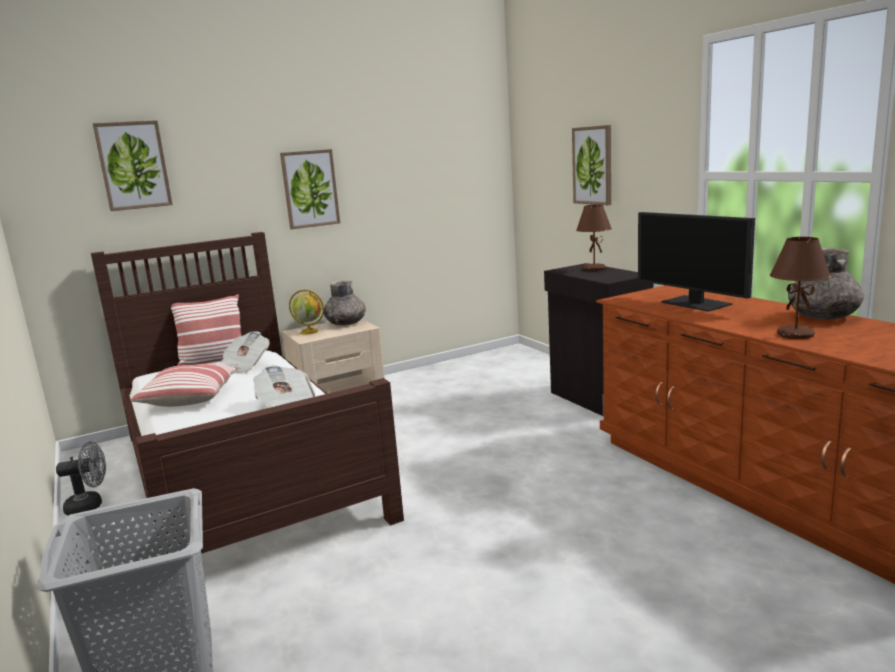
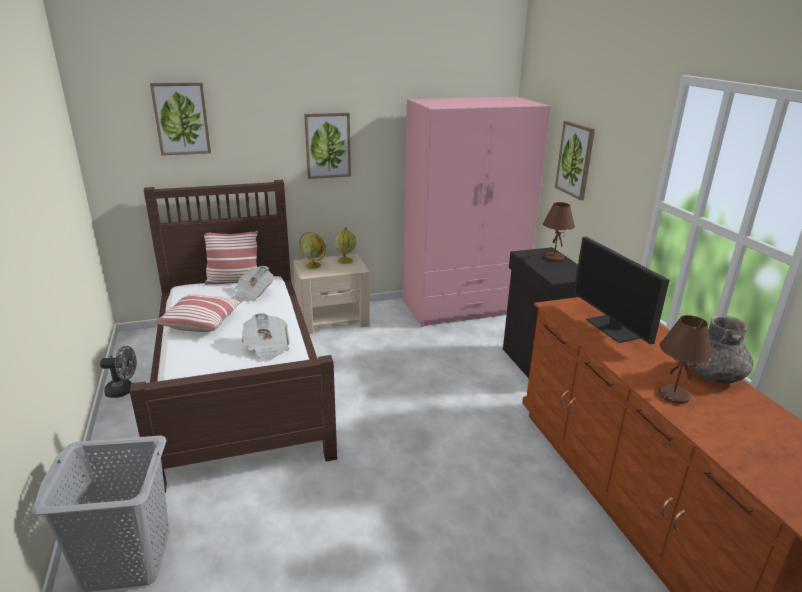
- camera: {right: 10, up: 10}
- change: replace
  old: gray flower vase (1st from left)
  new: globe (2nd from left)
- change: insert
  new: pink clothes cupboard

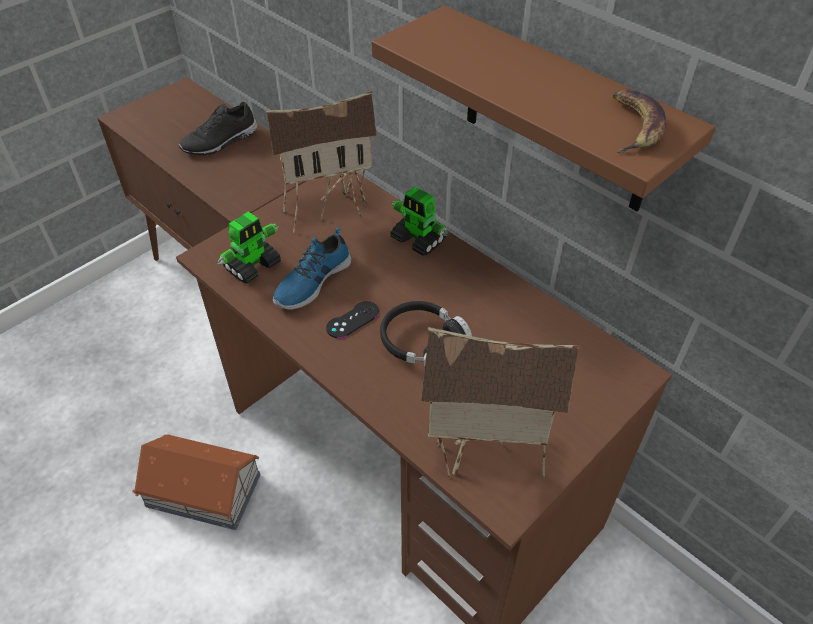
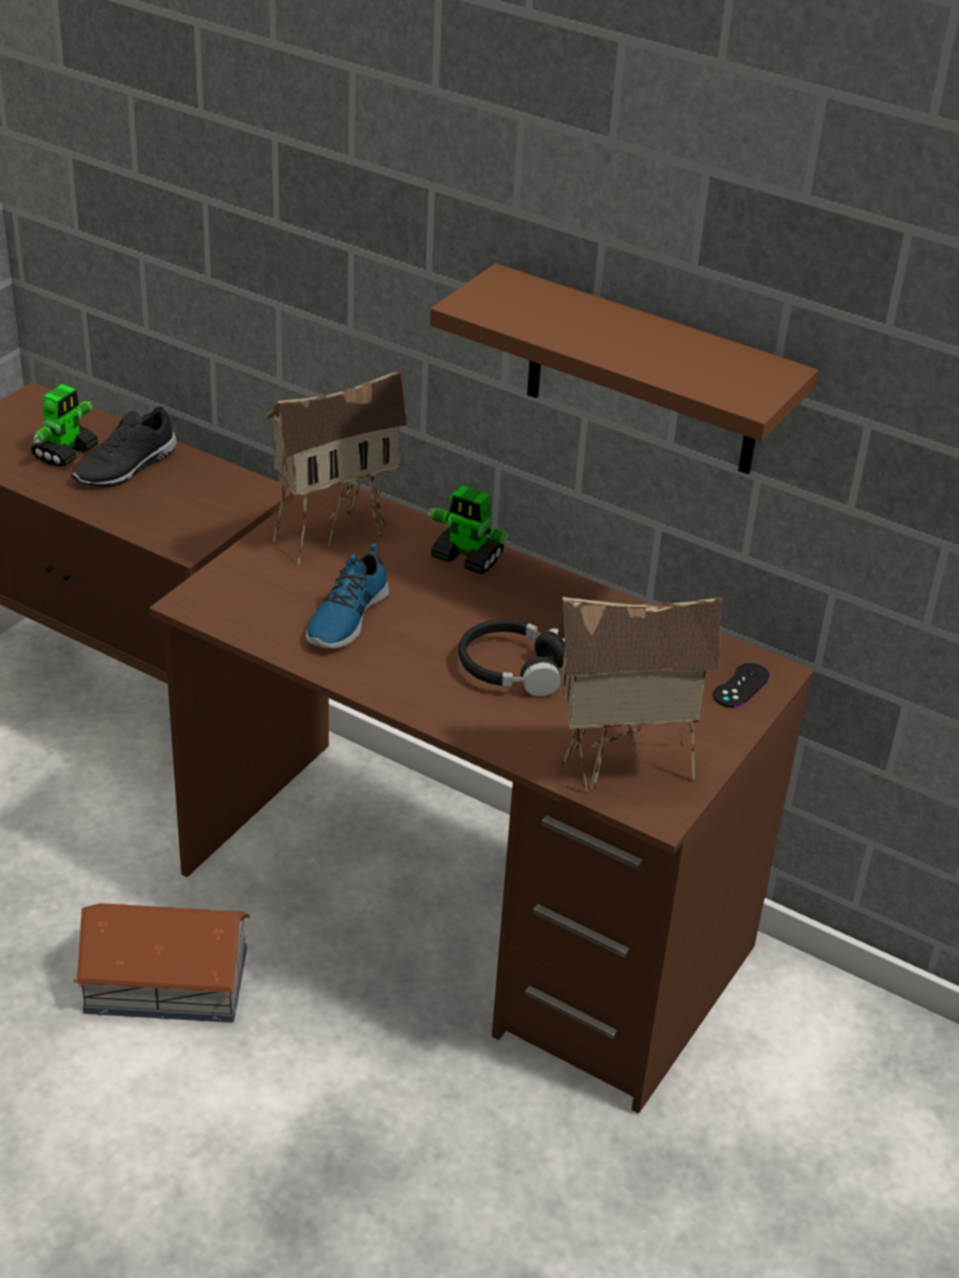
- camera: {right: -15, up: -10}
- change: delete
  old: banana
- change: move
  old: toy robot (1st from left)
- change: move
  old: black-coloured game controller

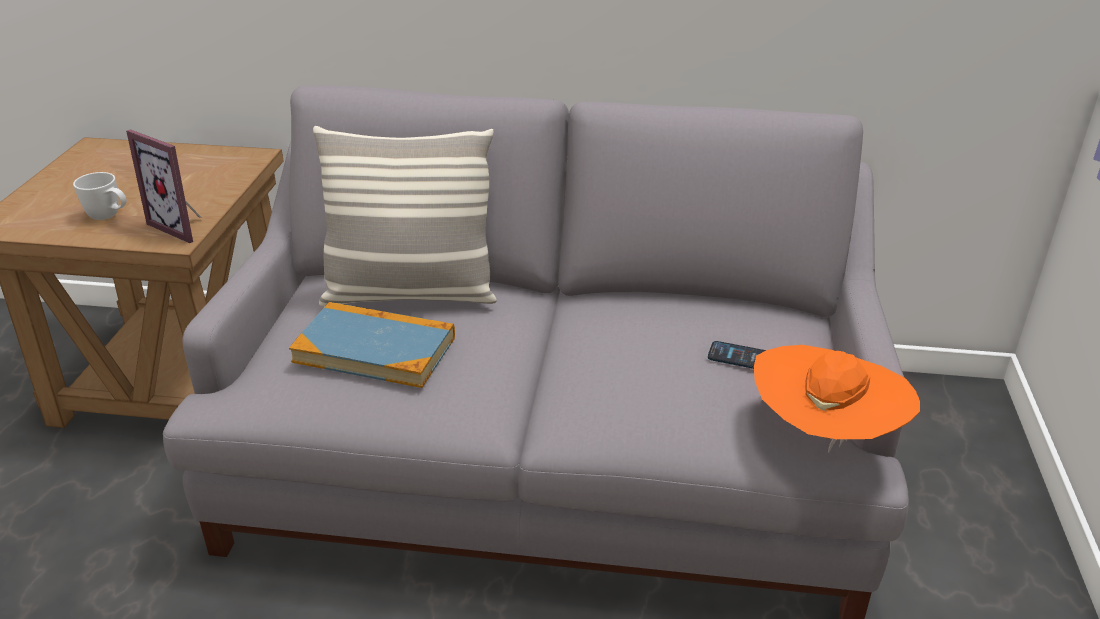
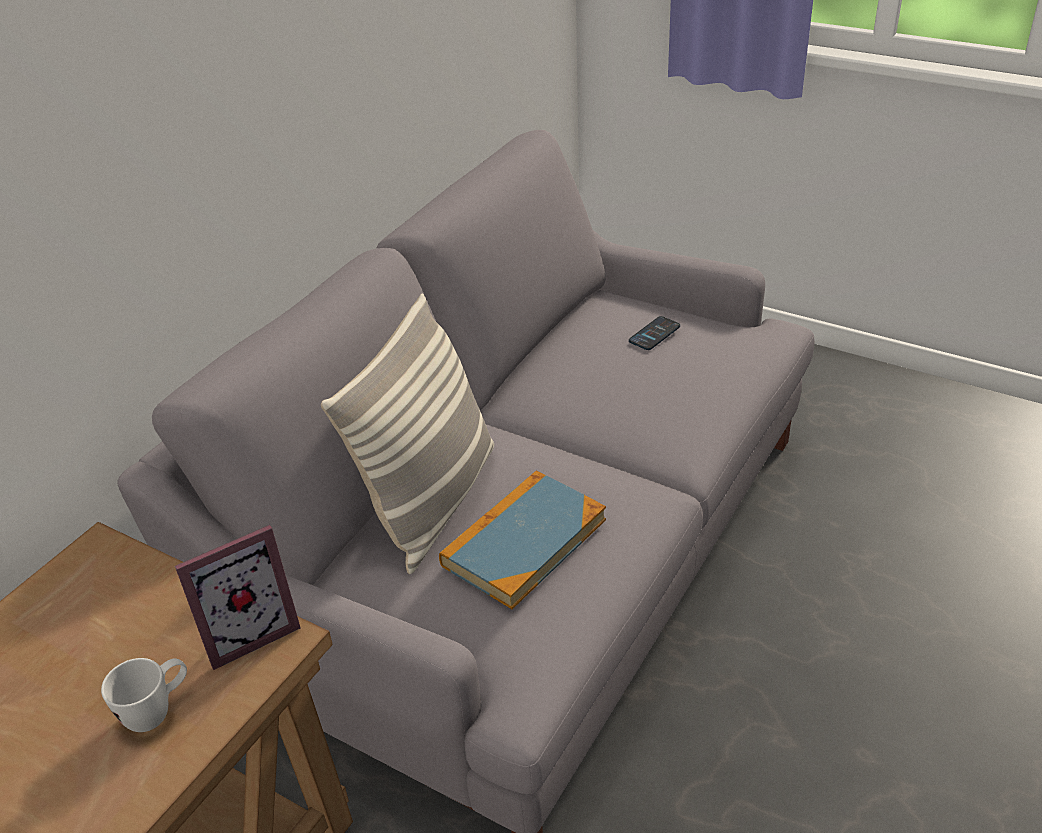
- camera: {right: -65, up: 5}
- change: delete
  old: orangey clothing hat

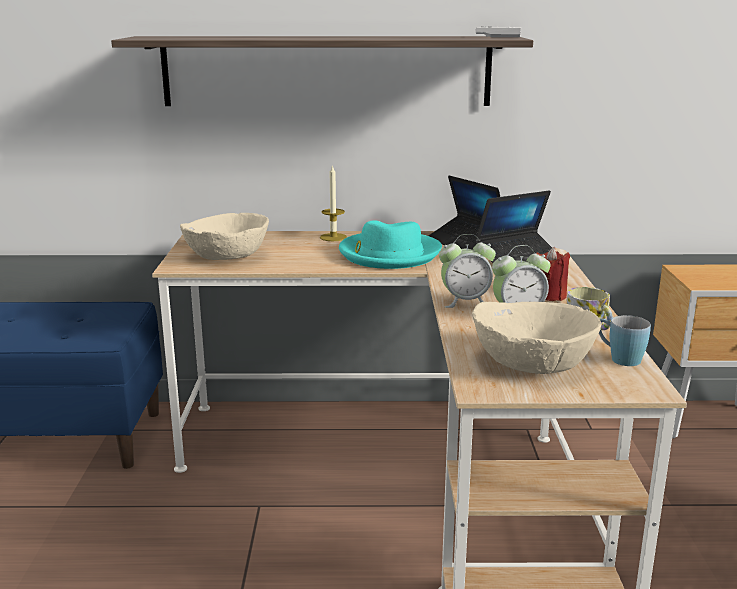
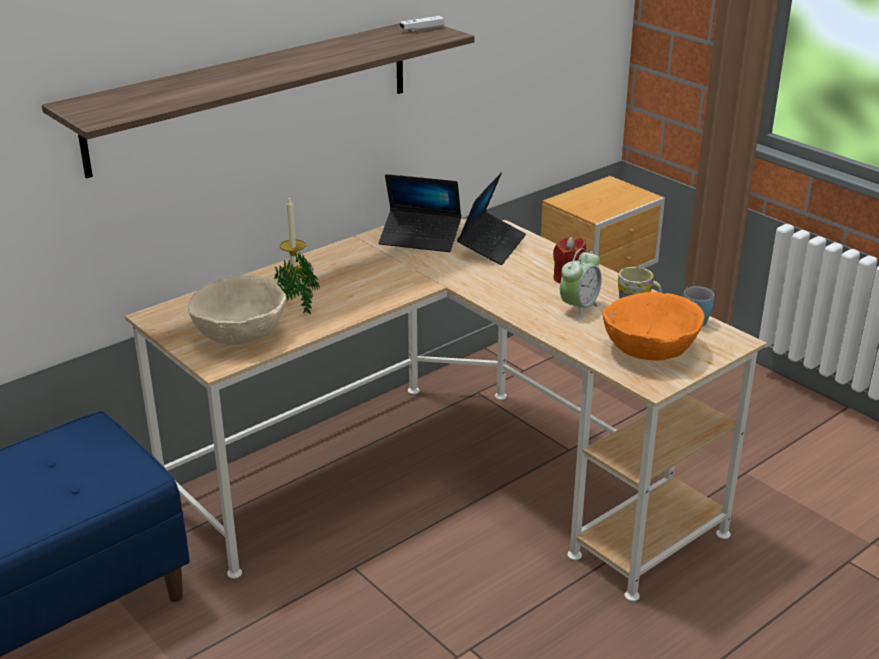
- camera: {right: -40, up: 10}
- change: delete
  old: turquoise-coloured clothing hat
- change: delete
  old: table clock (1st from left)
- change: recolor
  old: beige-coloured serving bowl (2nd from left)
  new: orangey serving bowl
- change: insert
  new: potted plant

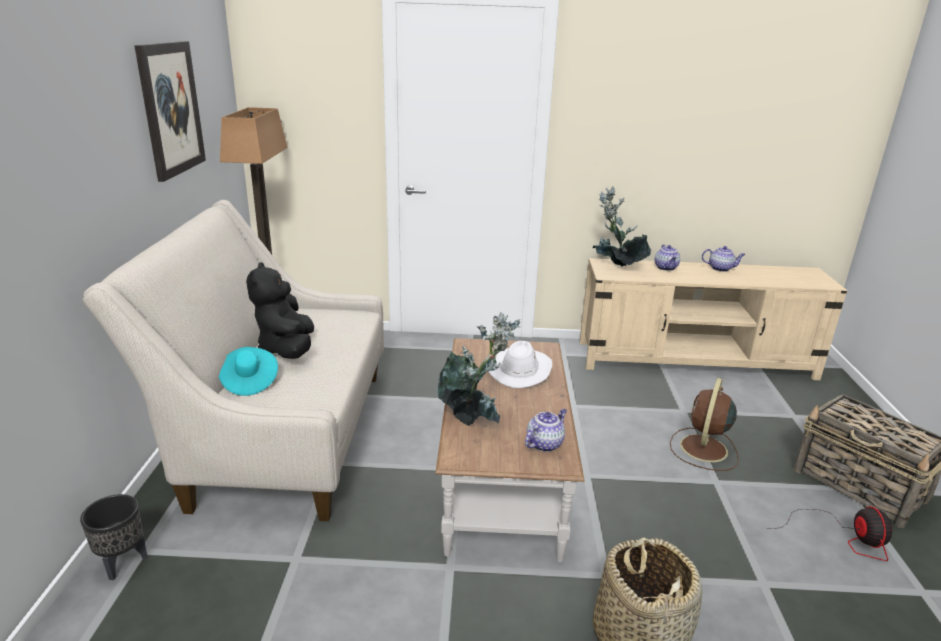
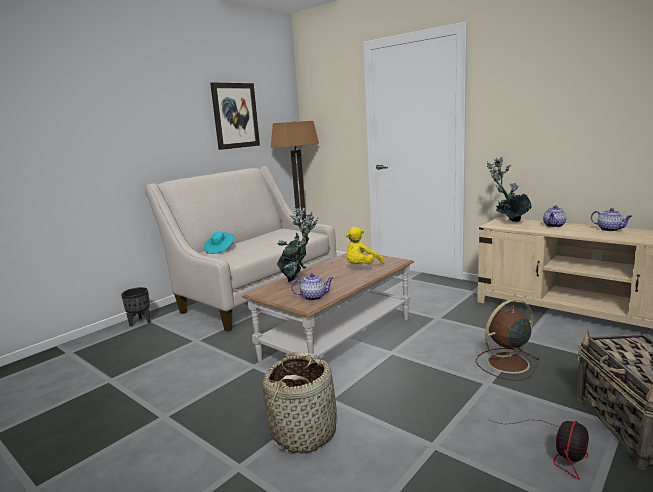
- camera: {right: 40, up: -10}
- change: delete
  old: black-coloured plush toy
- change: replace
  old: whitish clothing hat
  new: yellow-coloured plush toy

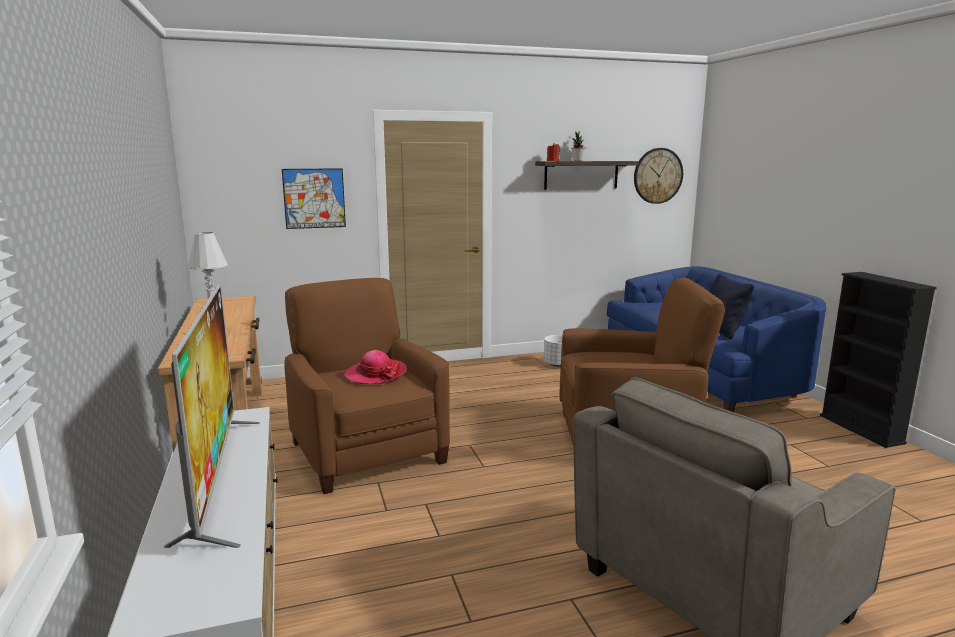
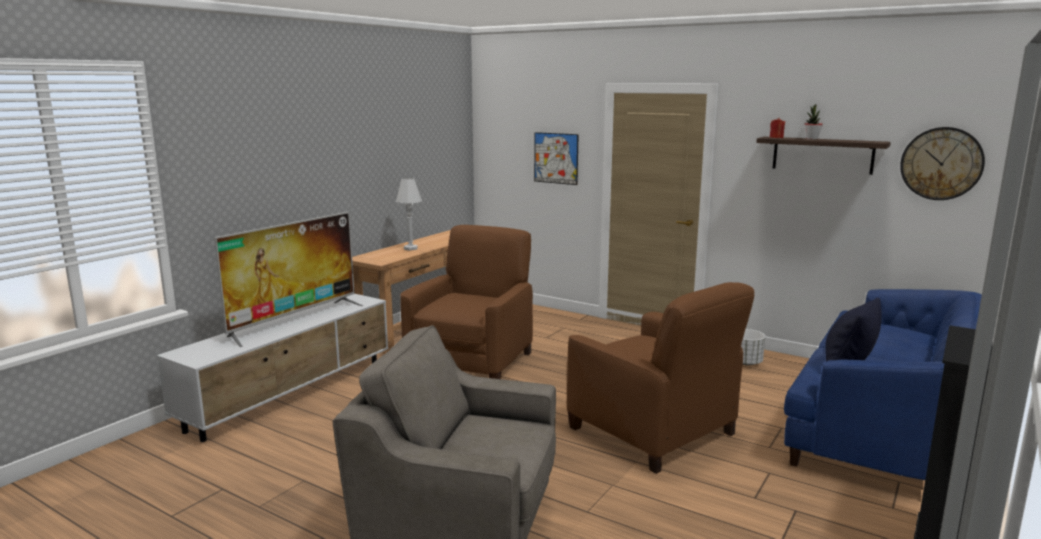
- camera: {right: 50, up: 0}
- change: delete
  old: clothing hat

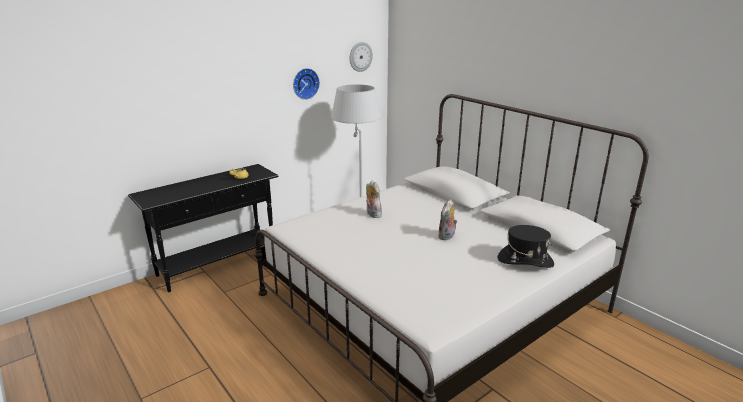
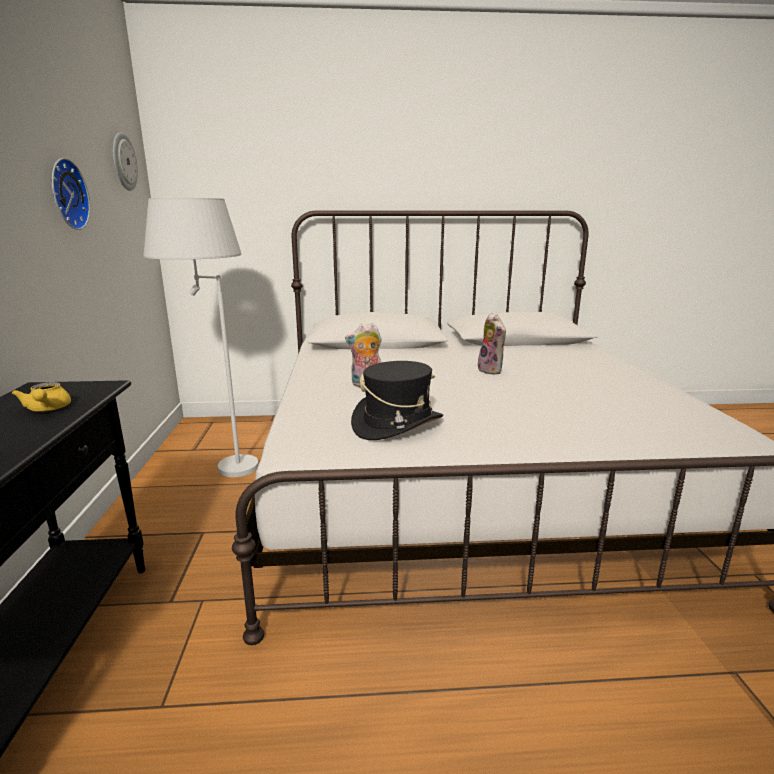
- camera: {right: -55, up: -5}
- change: move
  old: black-coloured clothing hat

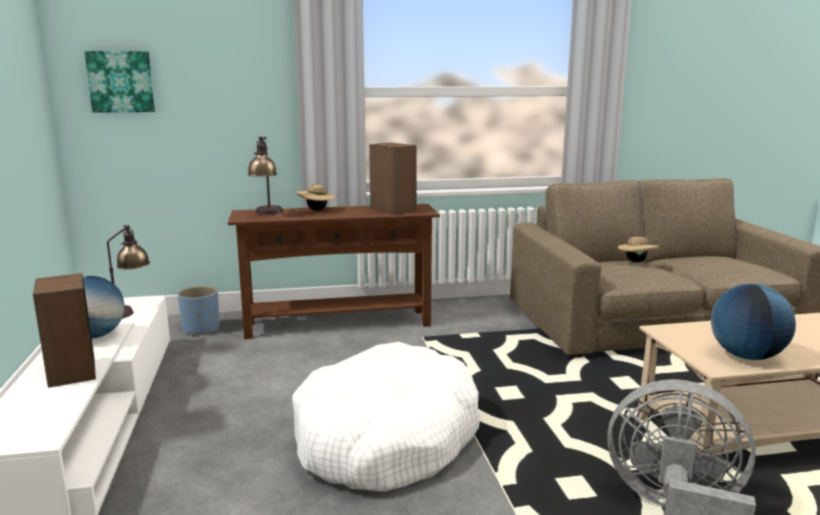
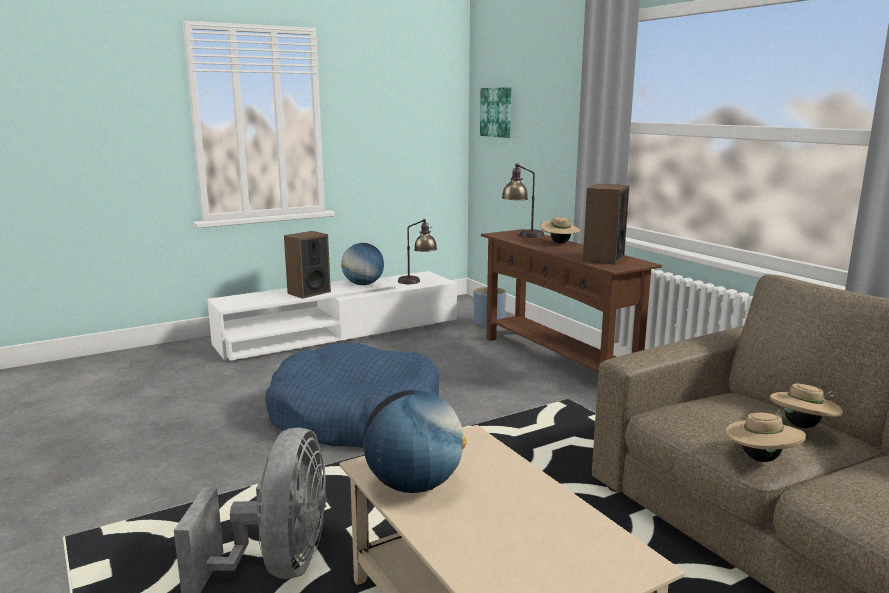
- camera: {right: 70, up: 0}
- change: recolor
  old: whitish dog bed
  new: blue-coloured dog bed
- change: insert
  new: beige-coloured clothing hat (2nd from left)

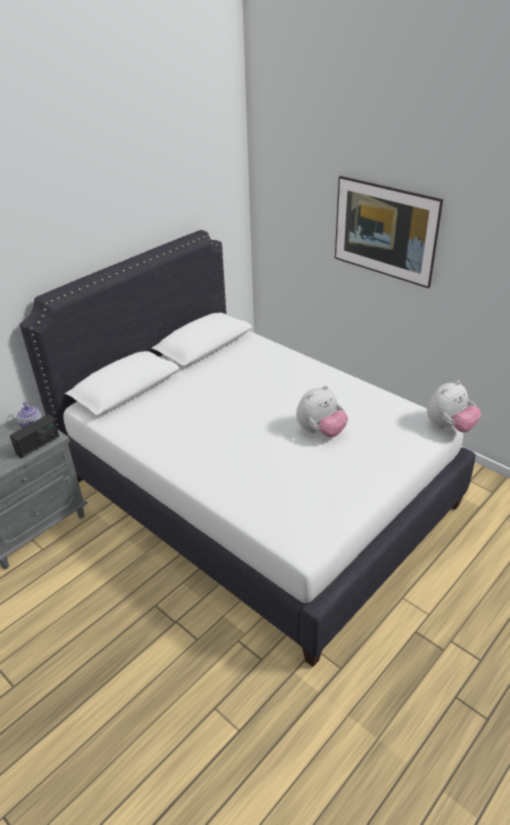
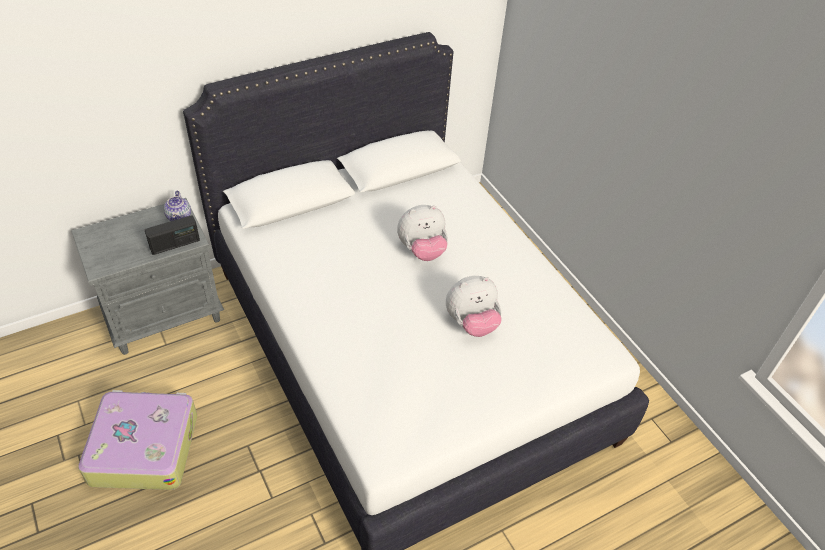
- camera: {right: 15, up: 10}
- change: delete
  old: picture
- change: move
  old: plush toy (2nd from left in the first image)
  new: plush toy (1st from left)
- change: insert
  new: suitcase

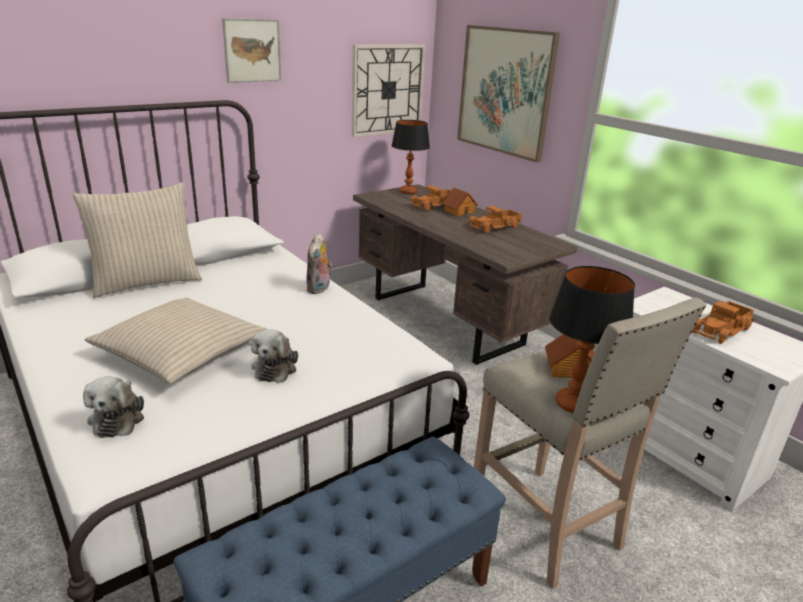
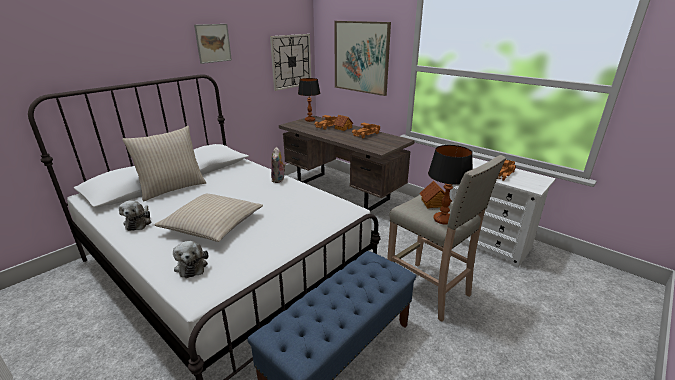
- camera: {right: -10, up: 0}
- change: move
  old: plush toy (2nd from left in the first image)
  new: plush toy (1st from left)

